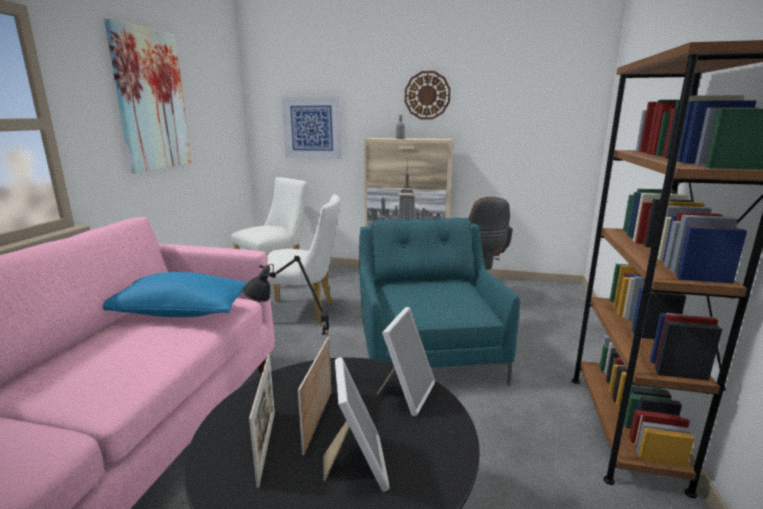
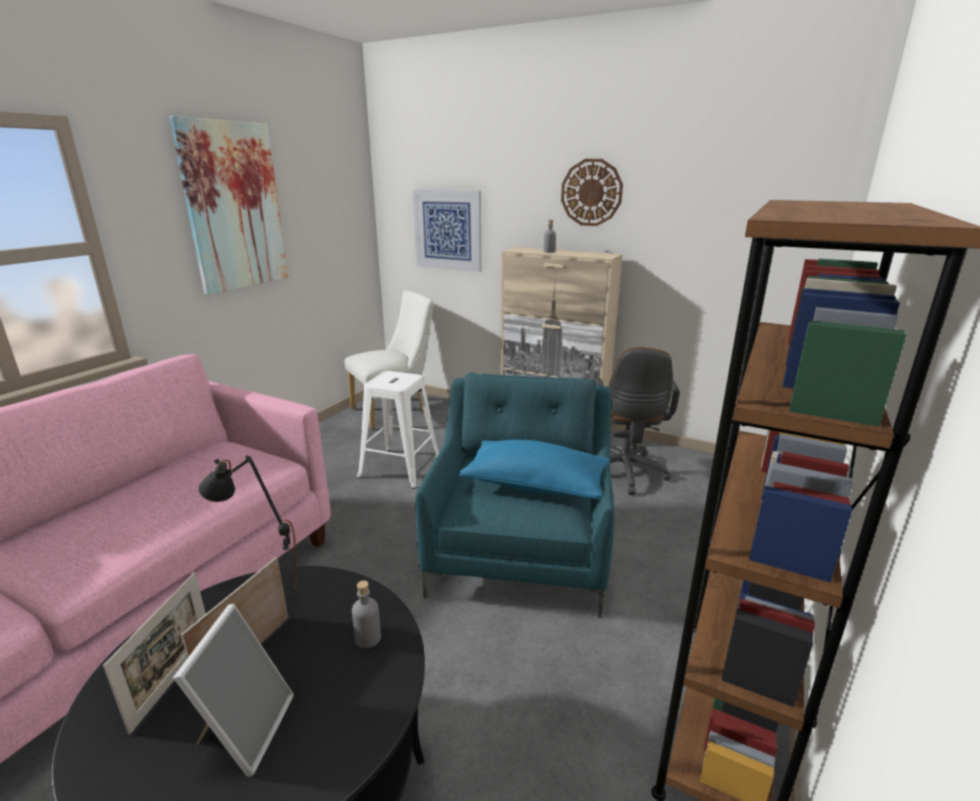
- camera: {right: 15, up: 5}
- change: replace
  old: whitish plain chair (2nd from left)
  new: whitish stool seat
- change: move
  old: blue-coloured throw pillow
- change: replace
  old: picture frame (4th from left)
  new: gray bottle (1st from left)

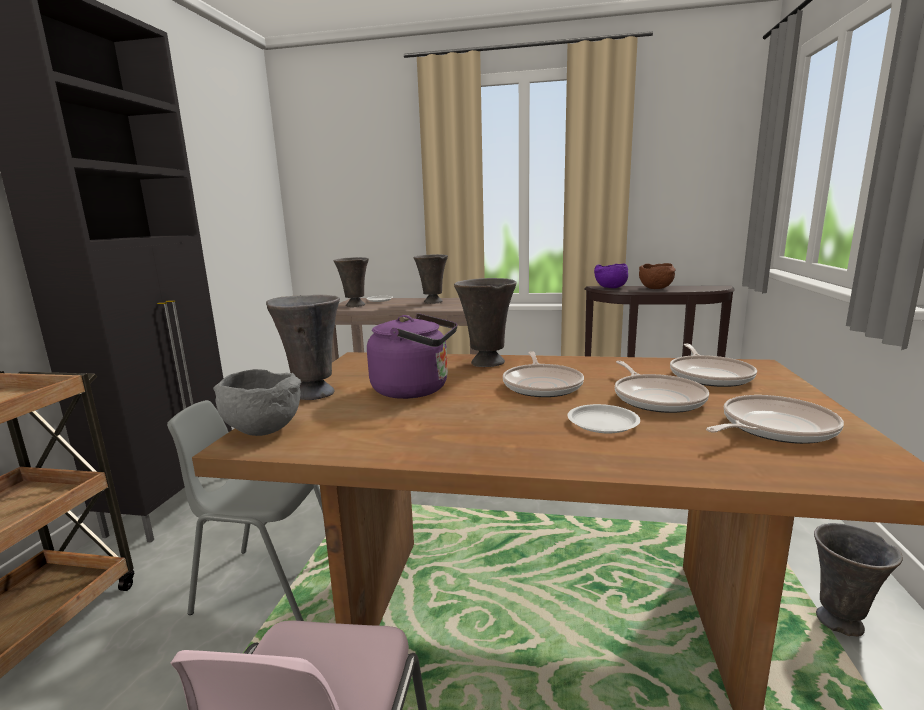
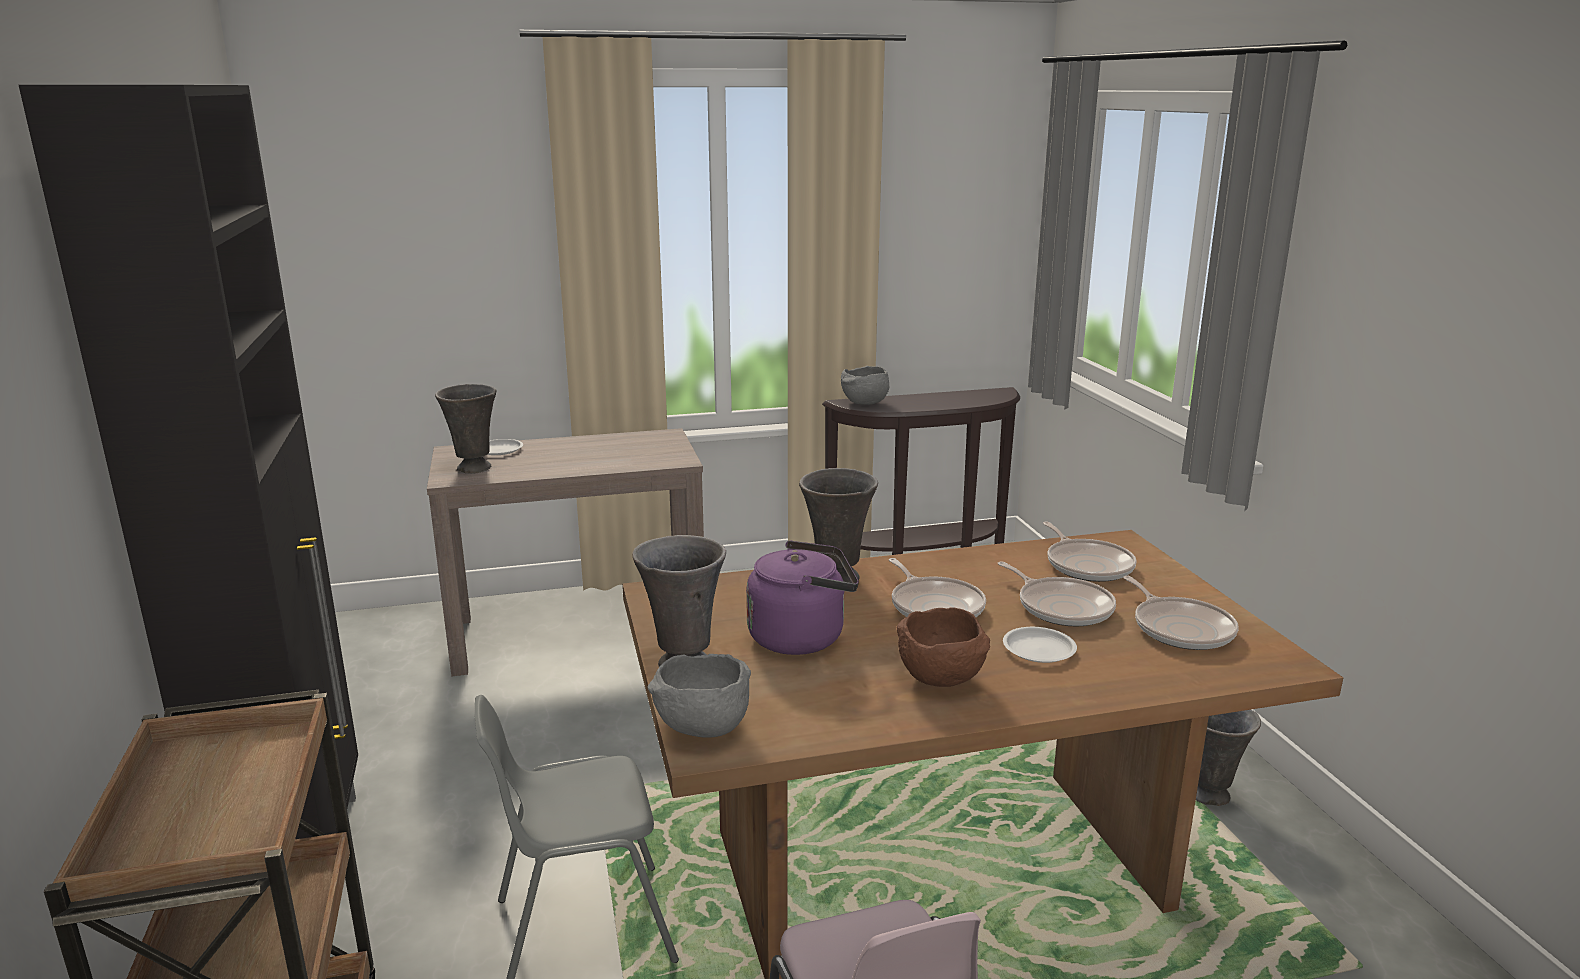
- camera: {right: -25, up: 5}
- change: delete
  old: gray flower vase (3rd from left)
- change: recolor
  old: purple-coloured serving bowl
  new: gray serving bowl (2nd from left)
- change: move
  old: brown serving bowl
- change: rotate
  old: pan (4th from left)
  degrees: 120

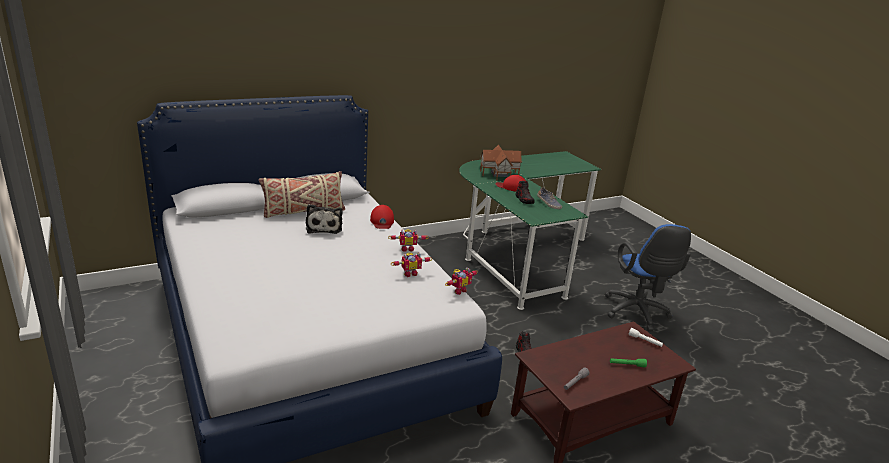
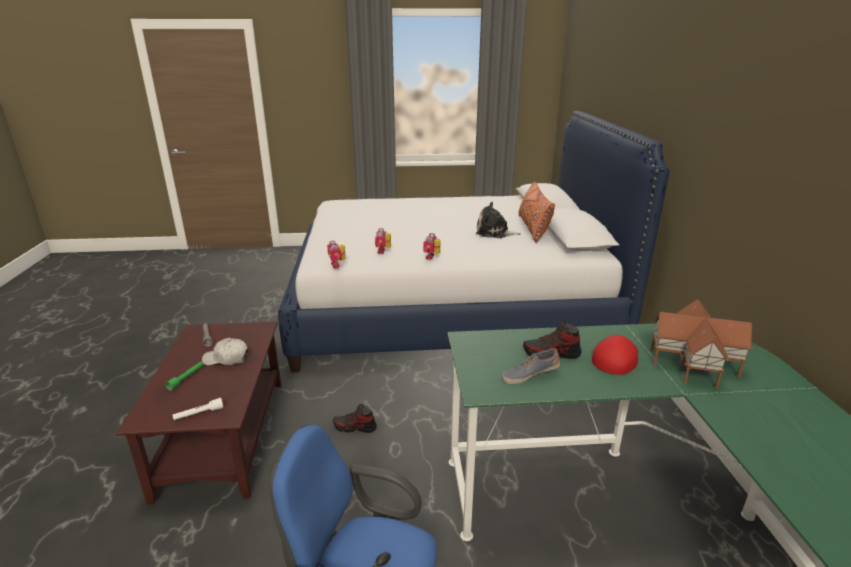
- camera: {right: 115, up: 0}
- change: recolor
  old: beige-coloured throw pillow
  new: orangey throw pillow
- change: delete
  old: red cap (1st from left)
- change: insert
  new: whitish cap

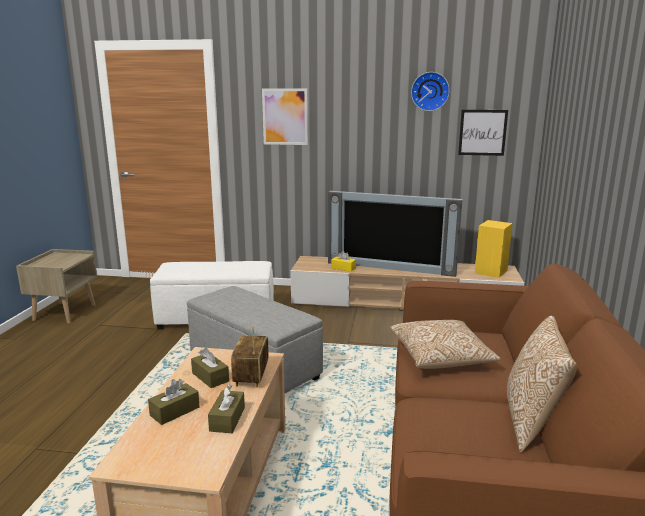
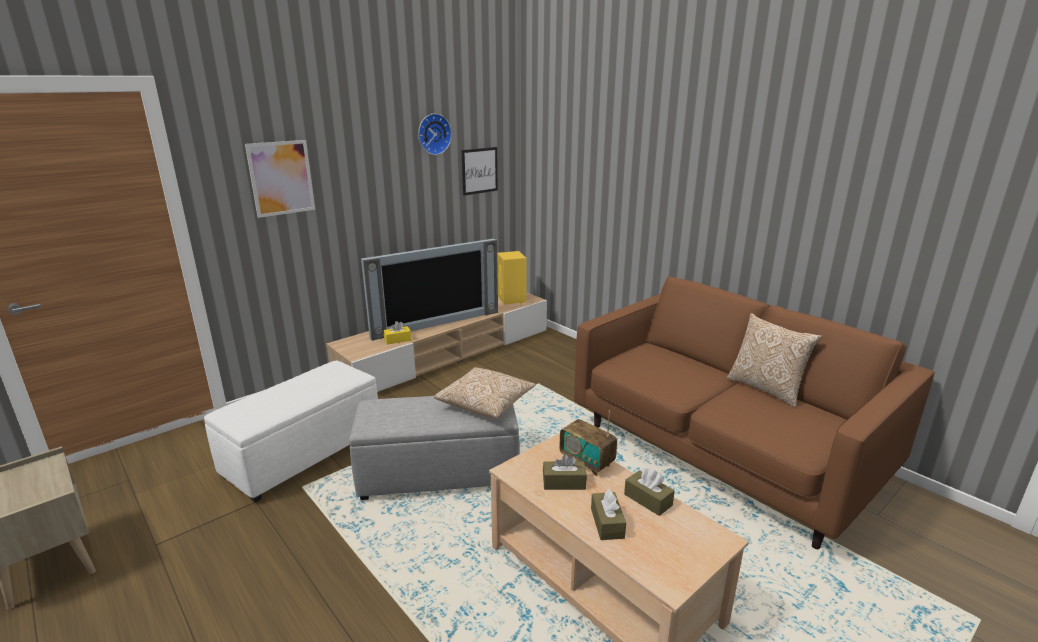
- camera: {right: -50, up: 5}
- change: move
  old: throw pillow (1st from left)

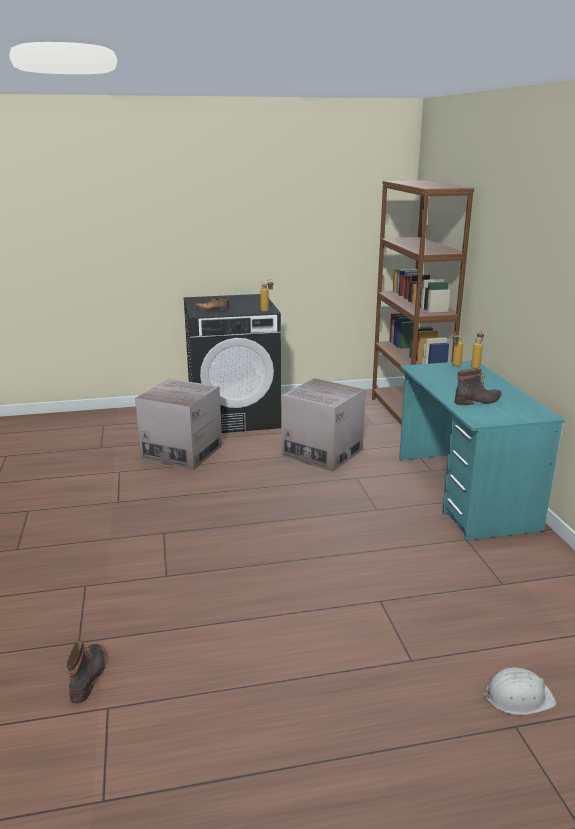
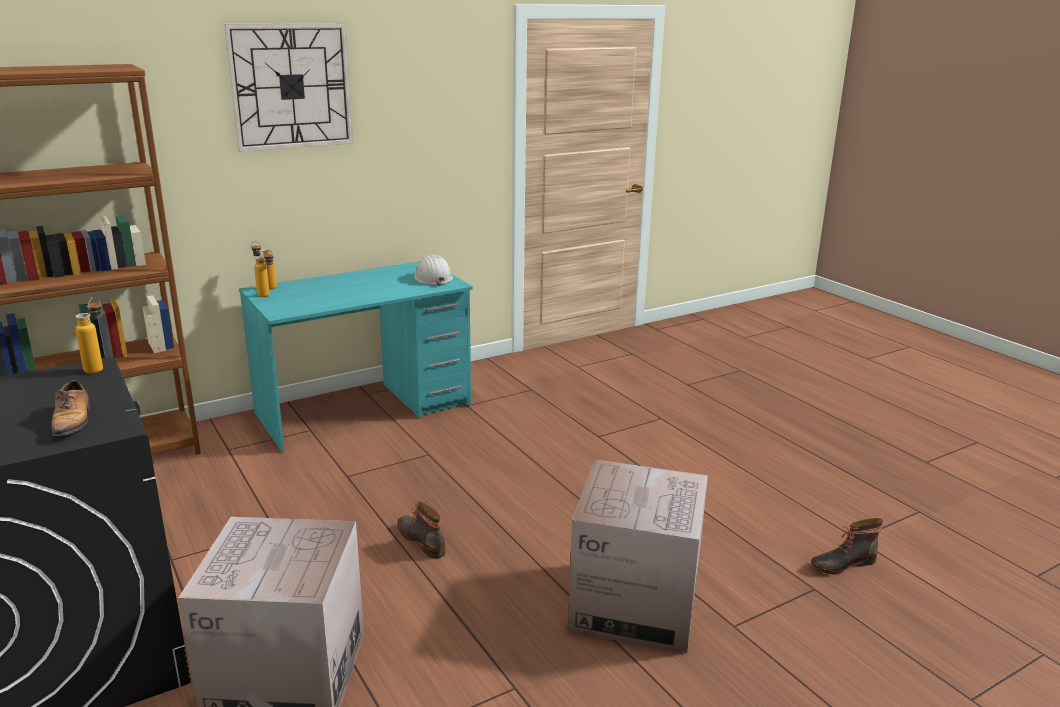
- camera: {right: -110, up: 0}
- change: move
  old: tall boot (2nd from left in the first image)
  new: tall boot (1st from left)
- change: move
  old: carton (2nd from left)
- change: move
  old: whitish work helmet
- change: insert
  new: clock on the wall

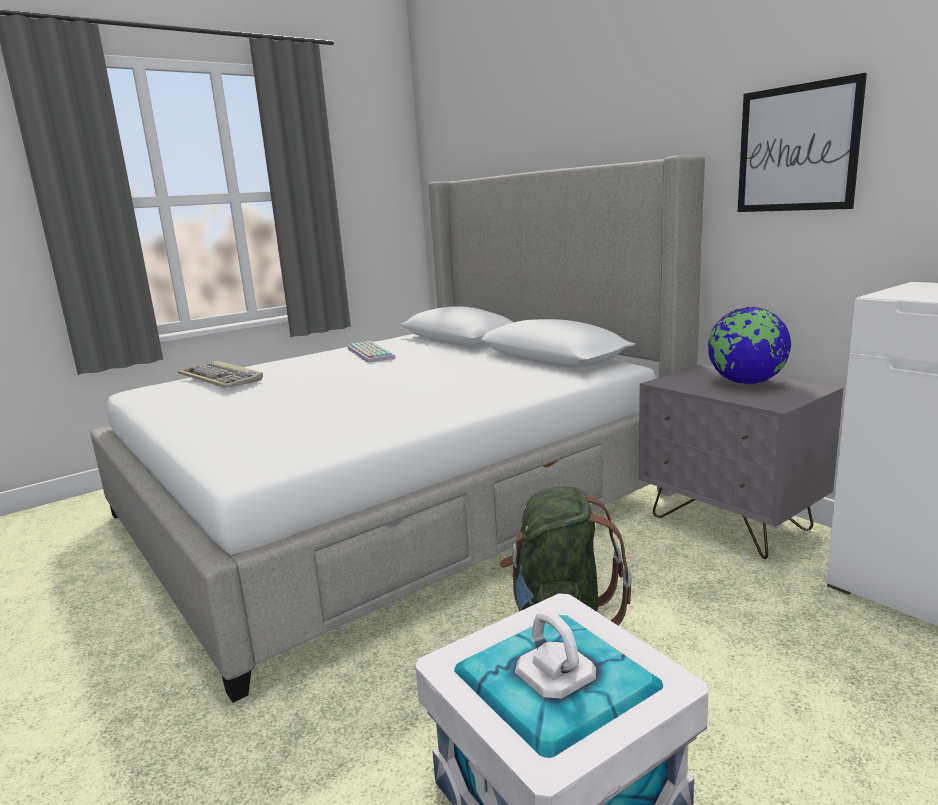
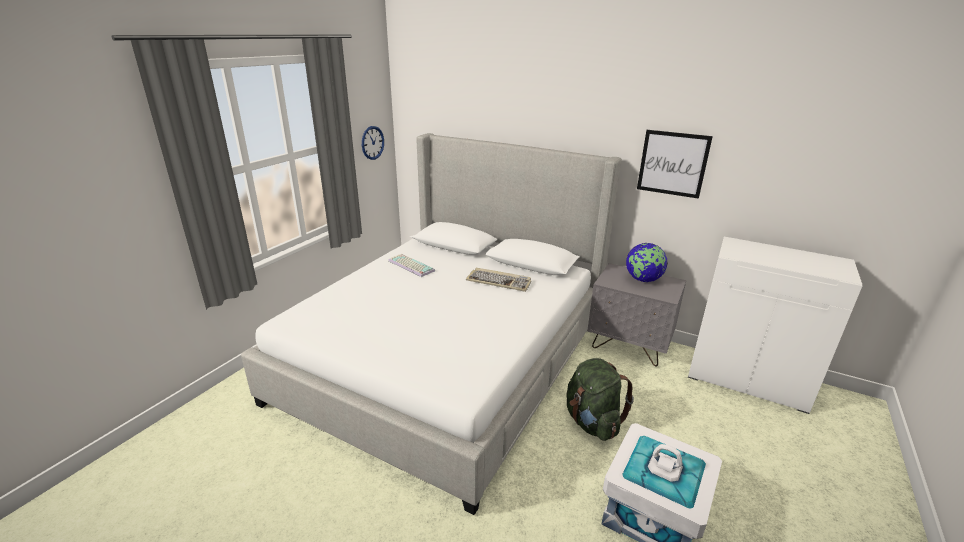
- camera: {right: -25, up: 10}
- change: move
  old: computer keyboard (1st from left in the first image)
  new: computer keyboard (2nd from left)
- change: insert
  new: clock on the wall

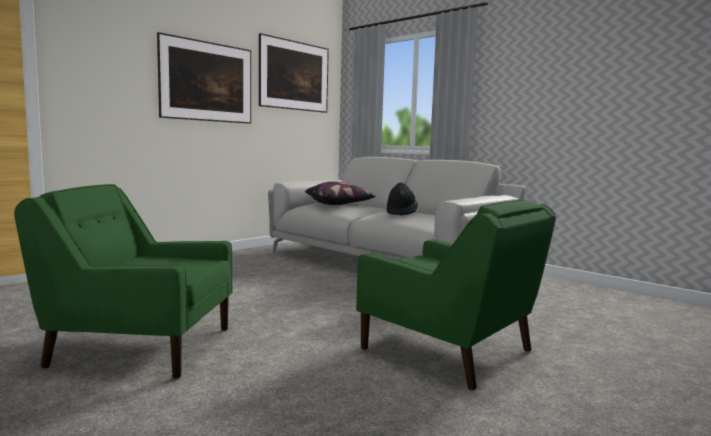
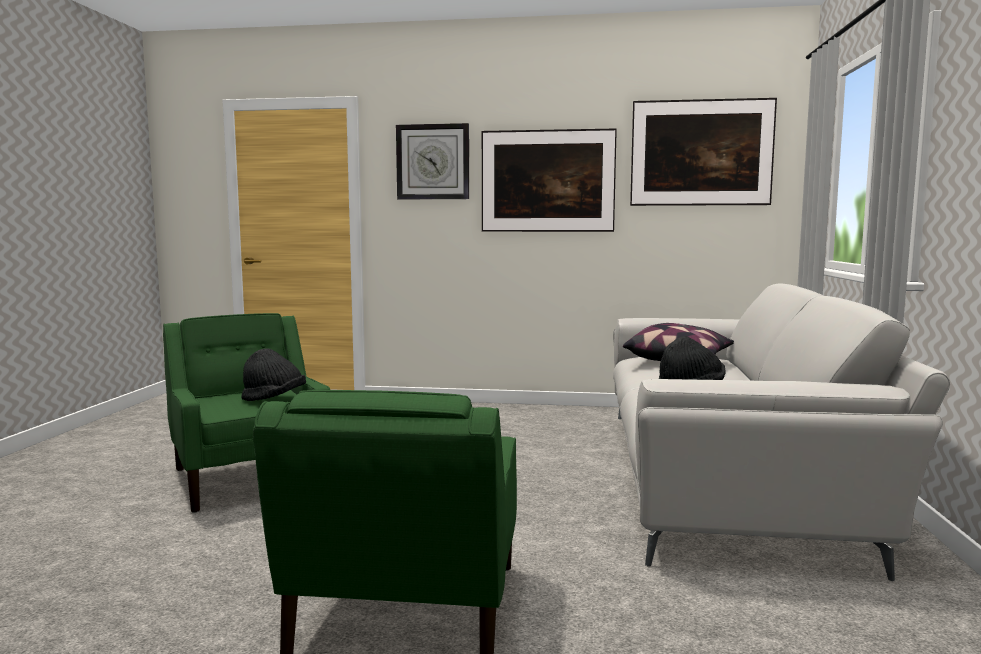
- camera: {right: 55, up: 0}
- change: insert
  new: clock on the wall
- change: insert
  new: black-coloured clothing hat (1st from left)

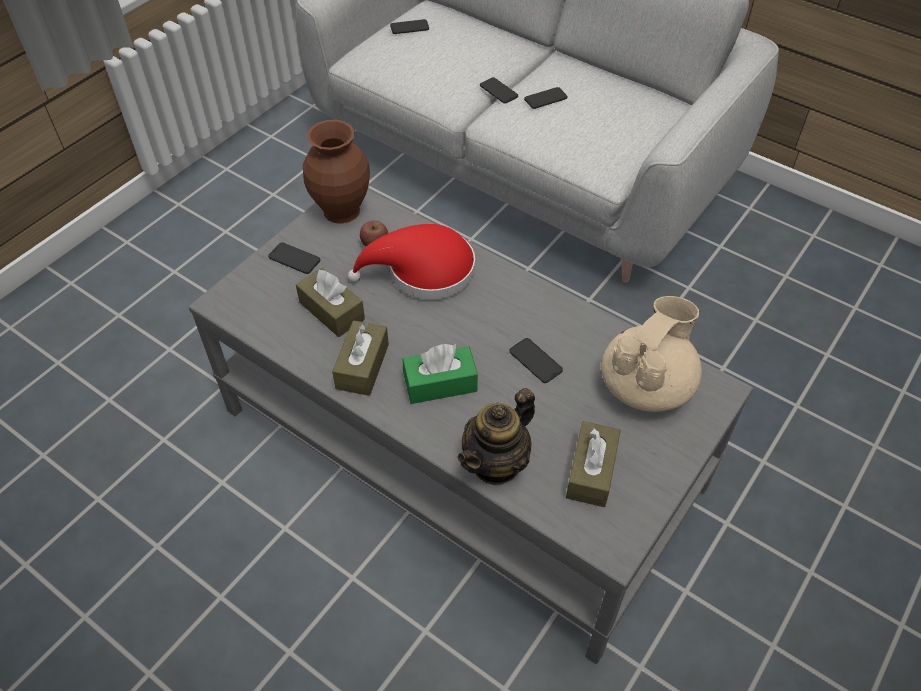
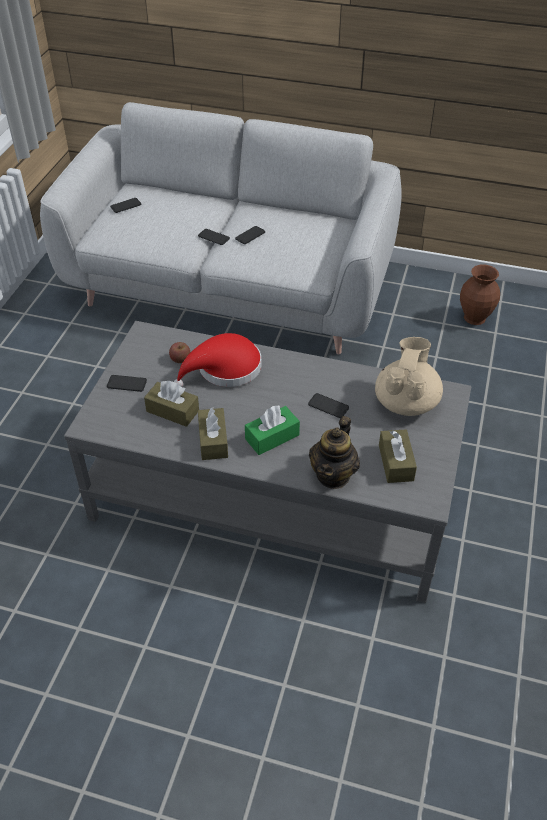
- camera: {right: -20, up: -5}
- change: move
  old: brown flower vase

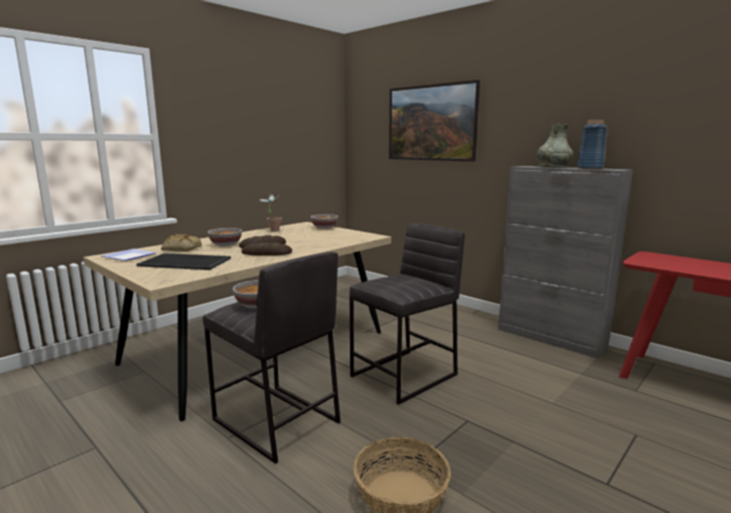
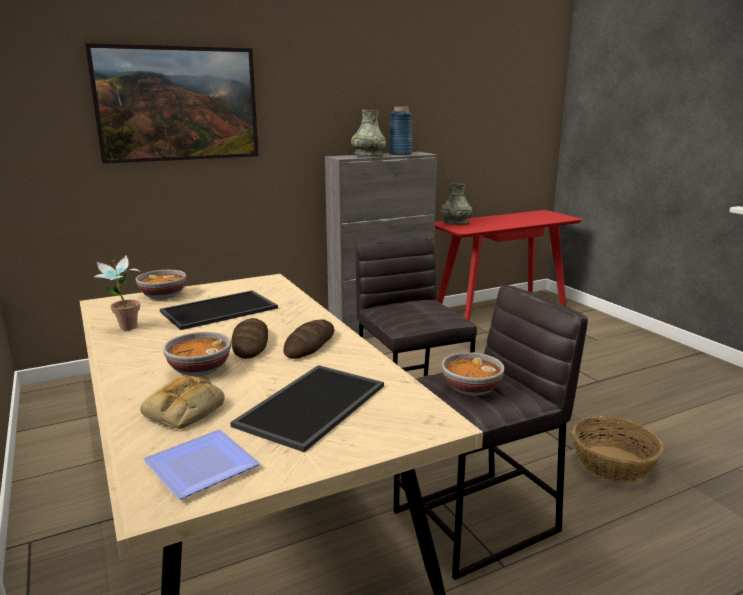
- camera: {right: -70, up: 5}
- change: insert
  new: gray flower vase (2nd from left)
- change: insert
  new: serving tray (1st from left)

